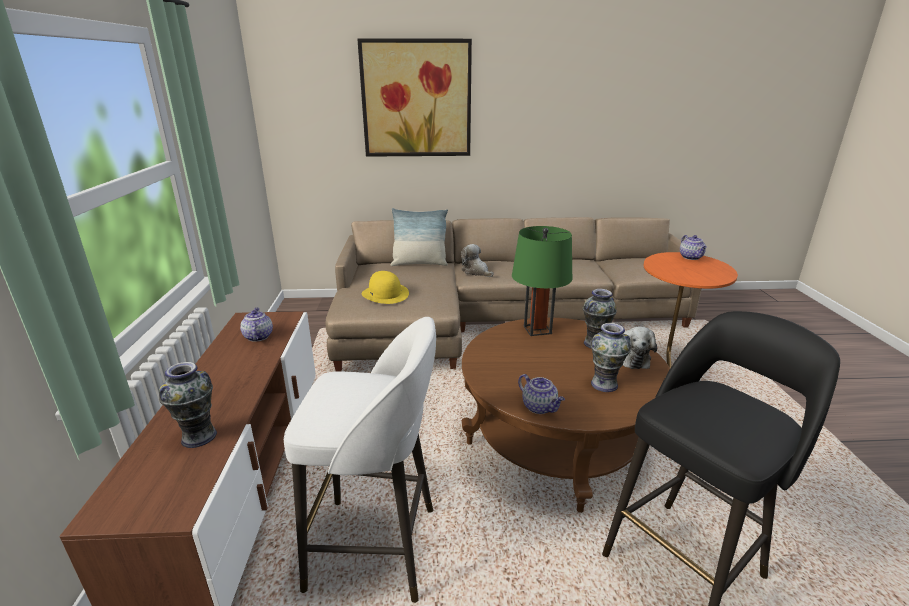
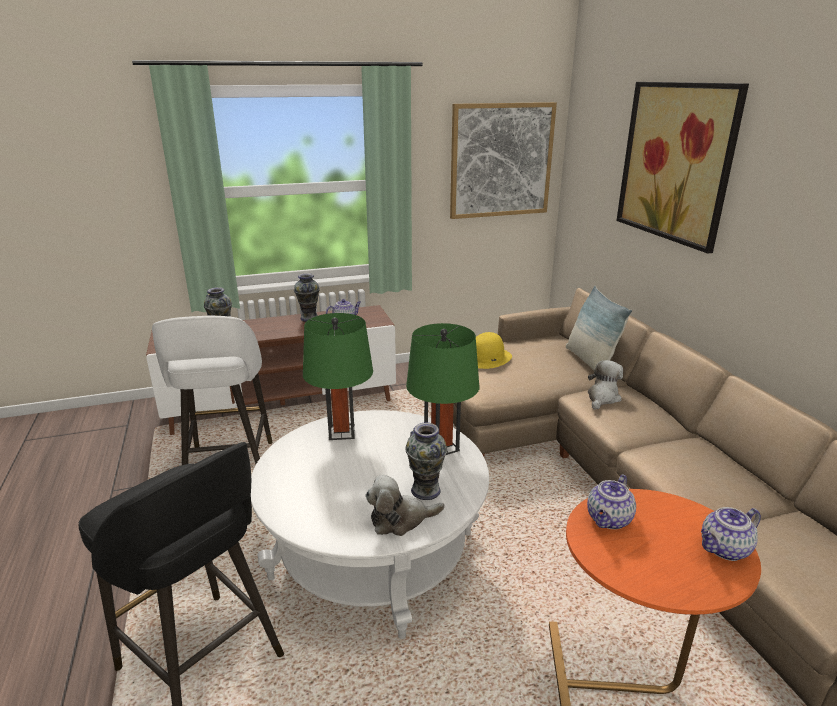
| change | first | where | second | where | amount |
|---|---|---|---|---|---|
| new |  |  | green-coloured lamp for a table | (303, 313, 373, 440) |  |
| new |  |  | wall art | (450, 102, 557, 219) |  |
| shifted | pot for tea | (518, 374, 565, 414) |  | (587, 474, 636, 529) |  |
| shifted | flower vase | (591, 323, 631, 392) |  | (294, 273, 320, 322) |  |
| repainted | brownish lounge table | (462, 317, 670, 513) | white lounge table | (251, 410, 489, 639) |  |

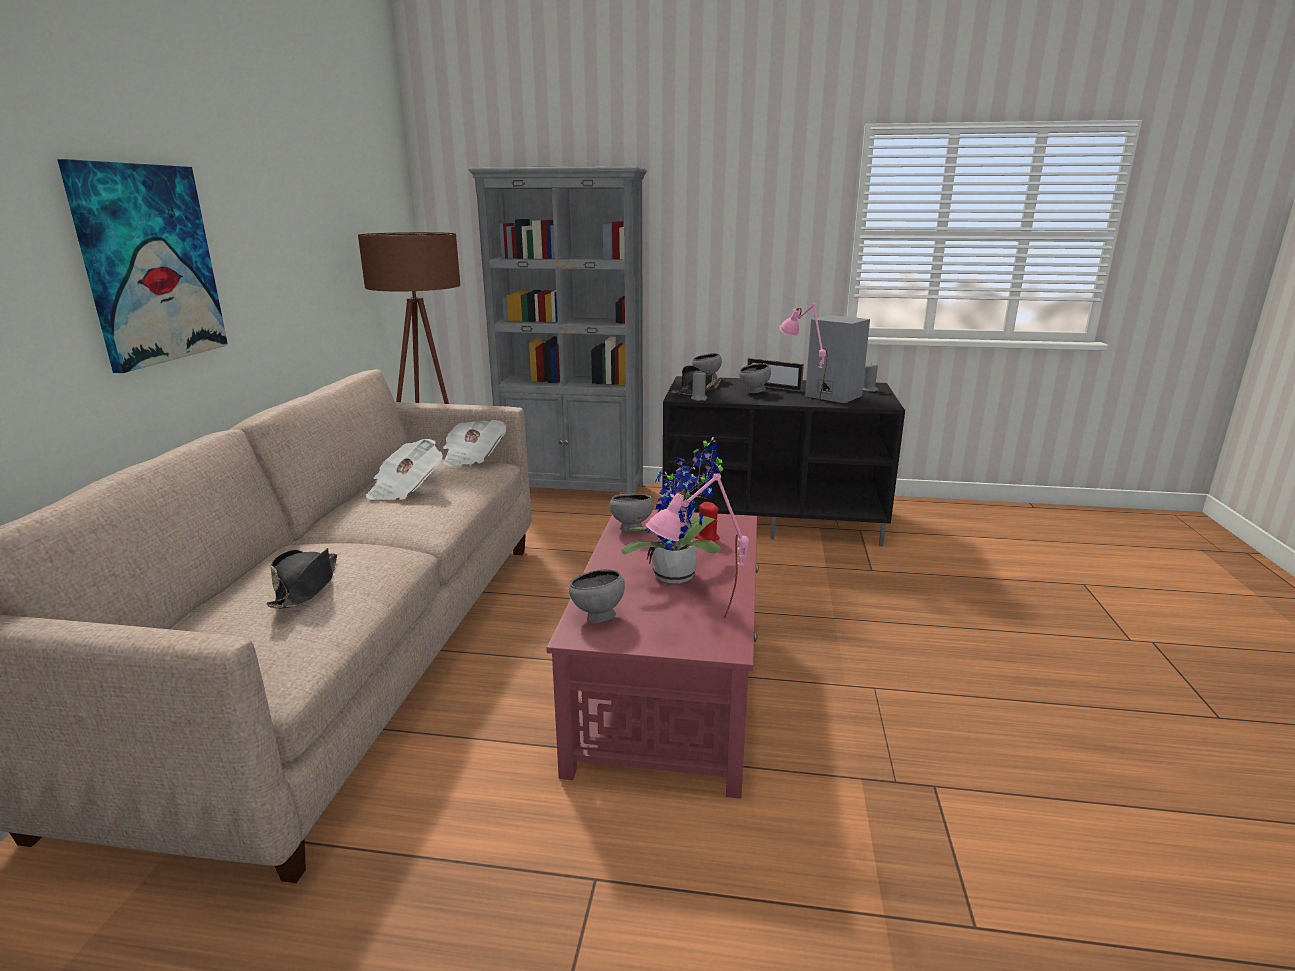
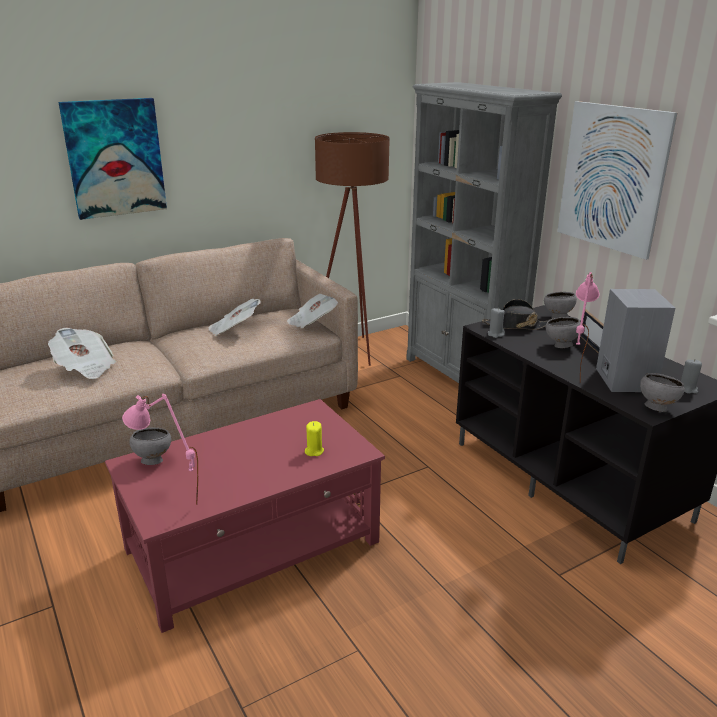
| change | first | where | second | where | amount |
|---|---|---|---|---|---|
| gone | potted plant | (621, 437, 724, 583) |  |  |  |
| new |  |  | wall art | (557, 101, 677, 260) |  |
| shifted | gray bowl | (610, 493, 654, 531) |  | (640, 373, 685, 412) |  |
| swapped | black-coloured wearable hat | (266, 548, 337, 608) | printed paper | (48, 328, 116, 379) |  |
| repainted | red wax candle | (695, 502, 720, 542) | yellow-coloured wax candle | (305, 421, 324, 456) |  |

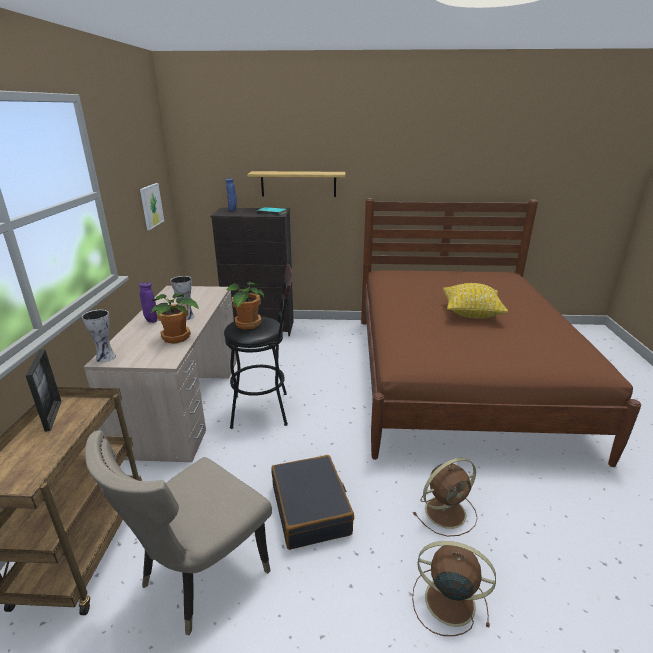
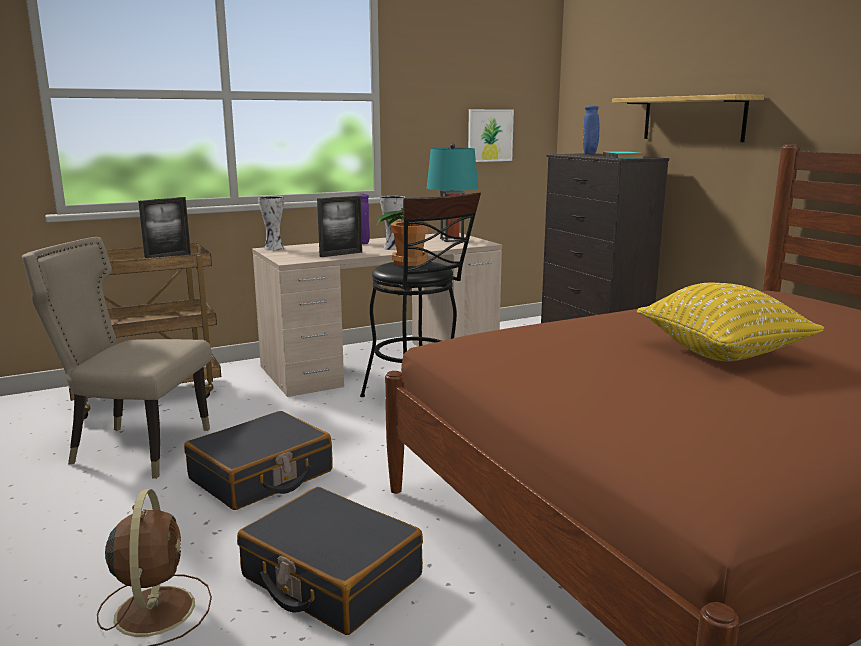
| change | first | where | second | where | amount |
|---|---|---|---|---|---|
| new |  |  | turquoise-coloured lamp for a table | (427, 143, 478, 242) |  |
| swapped | potted plant | (151, 293, 199, 344) | picture frame | (317, 196, 362, 257) |  |
| swapped | brownish electric fan | (413, 458, 477, 537) | black-coloured suitcase | (237, 487, 423, 635) |  |

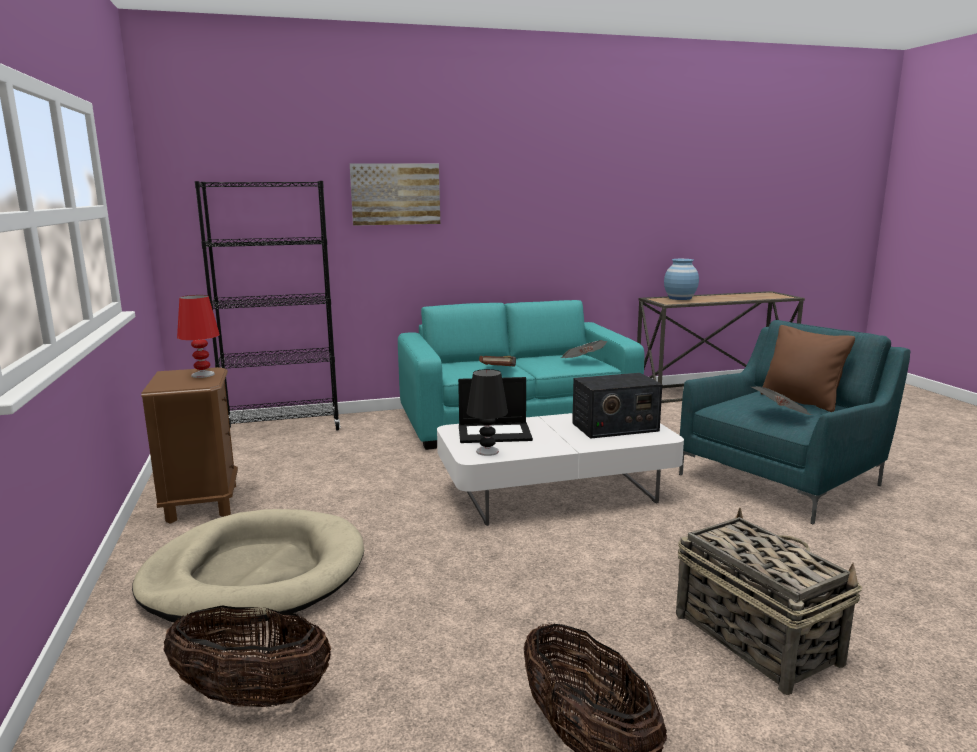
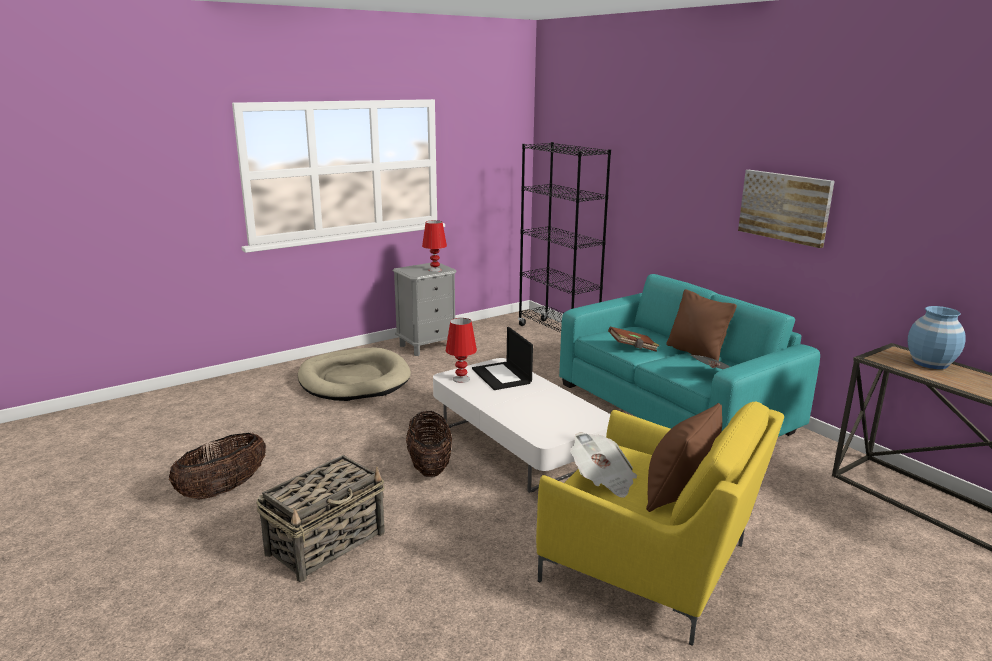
| change | first | where | second | where | amount |
|---|---|---|---|---|---|
| gone | radio set | (572, 373, 662, 439) |  |  |  |
| new |  |  | brownish pillow | (666, 289, 737, 361) |  |
| shifted | household basket | (163, 606, 331, 707) |  | (406, 411, 452, 477) |  |
| shifted | wall art | (350, 163, 440, 226) |  | (738, 170, 835, 248) |  |
| repainted | brownish nightstand | (141, 367, 238, 524) | gray nightstand | (393, 263, 457, 356) |  |
| repainted | black-coloured lamp for a table | (467, 369, 508, 456) | red lamp for a table | (446, 318, 477, 383) |  |
| repainted | turquoise-coloured easy chair | (679, 320, 910, 524) | yellow-coloured easy chair | (536, 401, 784, 646) |  |

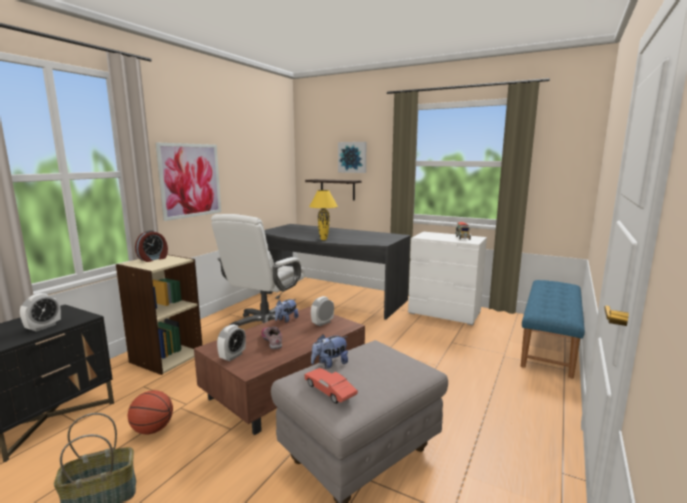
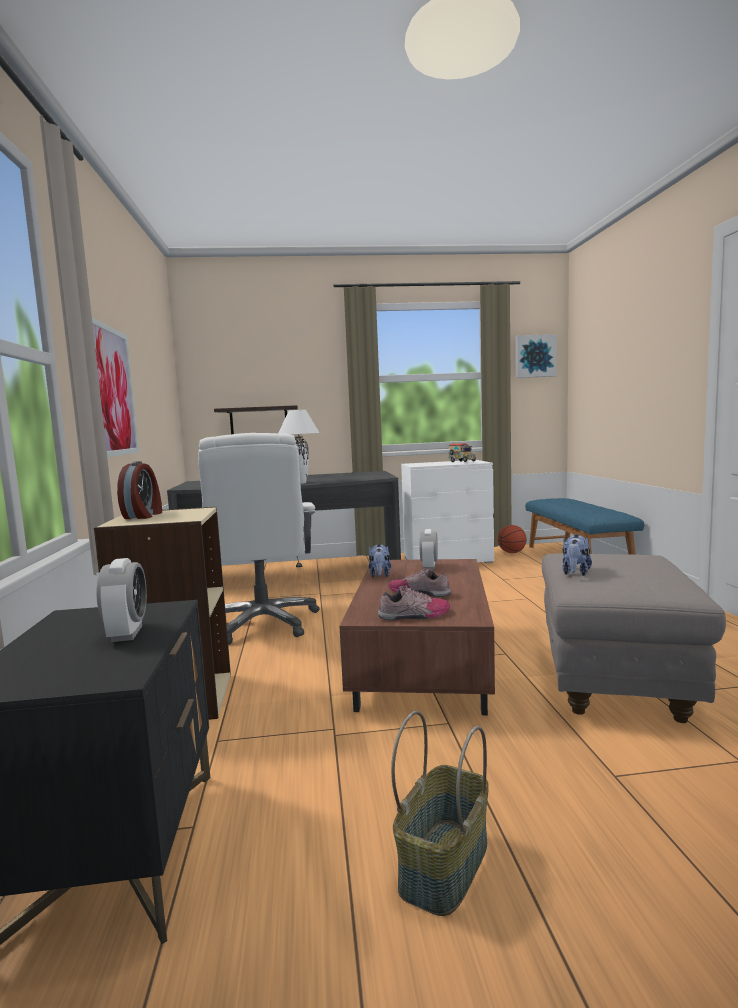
| change | first | where | second | where | amount |
|---|---|---|---|---|---|
| gone | red miniature car | (304, 368, 358, 404) |  |  |  |
| shifted | basketball ball | (128, 390, 173, 434) |  | (498, 525, 527, 553) |  |
| shifted | wall art | (338, 142, 366, 173) |  | (515, 334, 557, 378) |  |
| swapped | table clock | (217, 324, 246, 361) | item of footwear | (378, 586, 450, 621) |  |
| repainted | yellow-coloured lamp for a table | (309, 190, 338, 240) | white lamp for a table | (278, 410, 320, 484) |  |

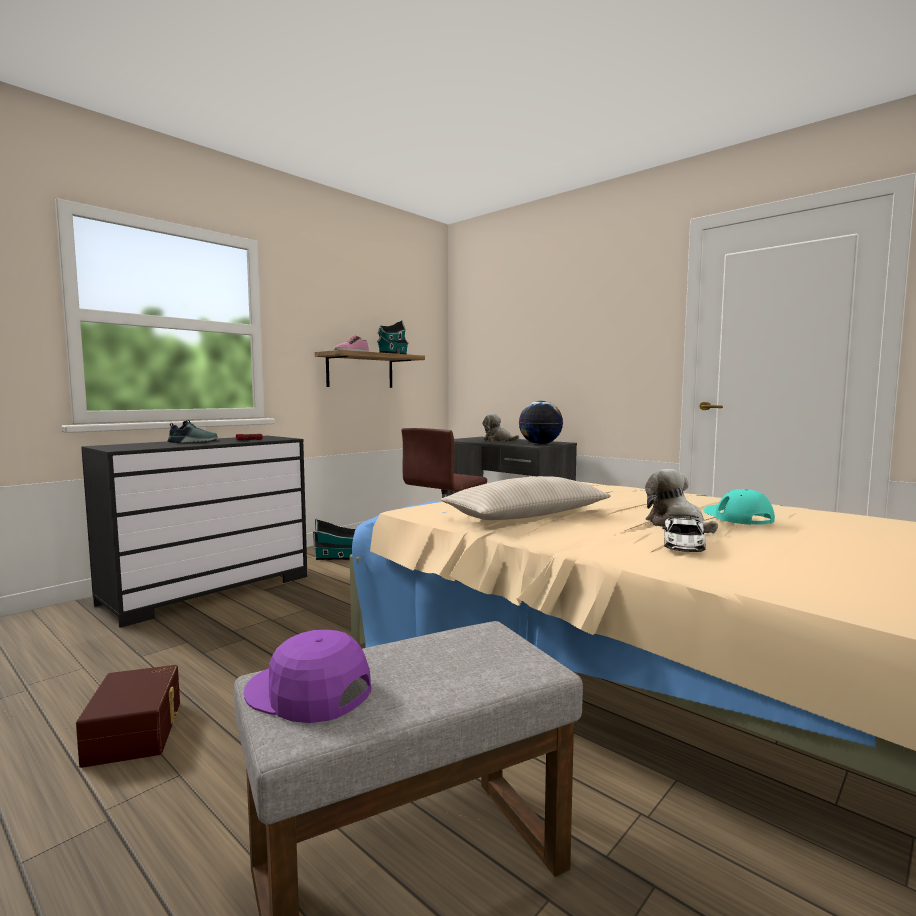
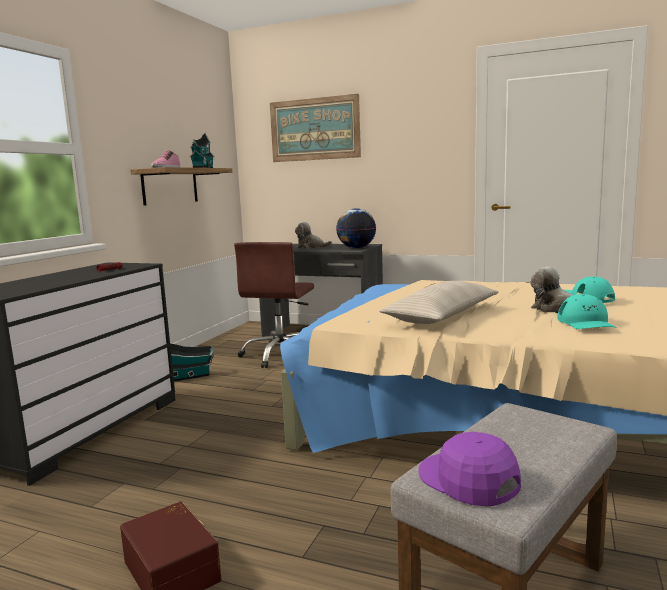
| change | first | where | second | where | amount |
|---|---|---|---|---|---|
| gone | item of footwear | (168, 420, 217, 443) |  |  |  |
| new |  |  | wall art | (270, 94, 361, 162) |  |
| swapped | miniature car | (662, 514, 708, 552) | turquoise-coloured baseball cap | (557, 294, 617, 329) |  |
| rotated | purple baseball cap | (244, 630, 371, 723) |  | (418, 432, 521, 507) | 45 degrees clockwise |

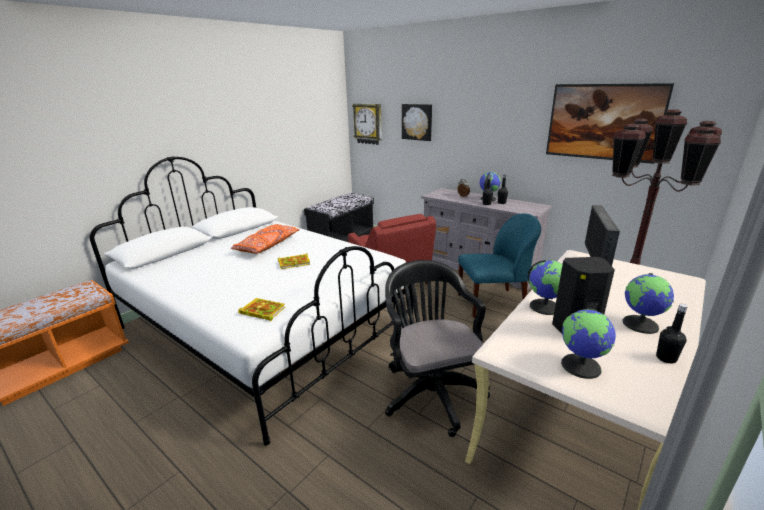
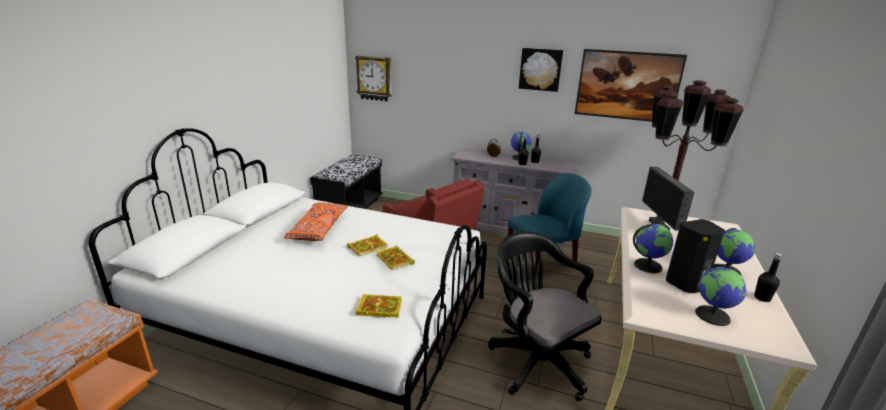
| change | first | where | second | where | amount |
|---|---|---|---|---|---|
| new |  |  | volume | (376, 245, 415, 270) |  |
| shifted | wall art | (402, 104, 432, 141) |  | (519, 48, 563, 92) |  |

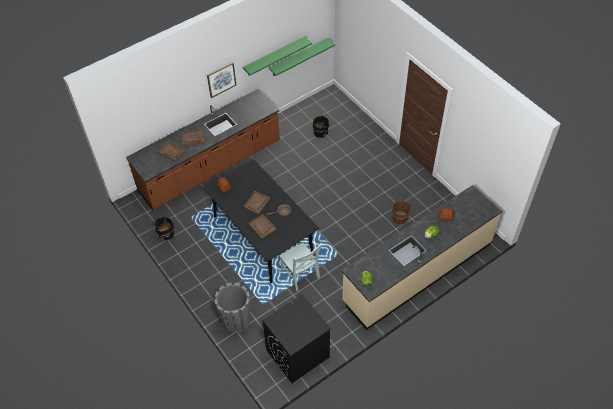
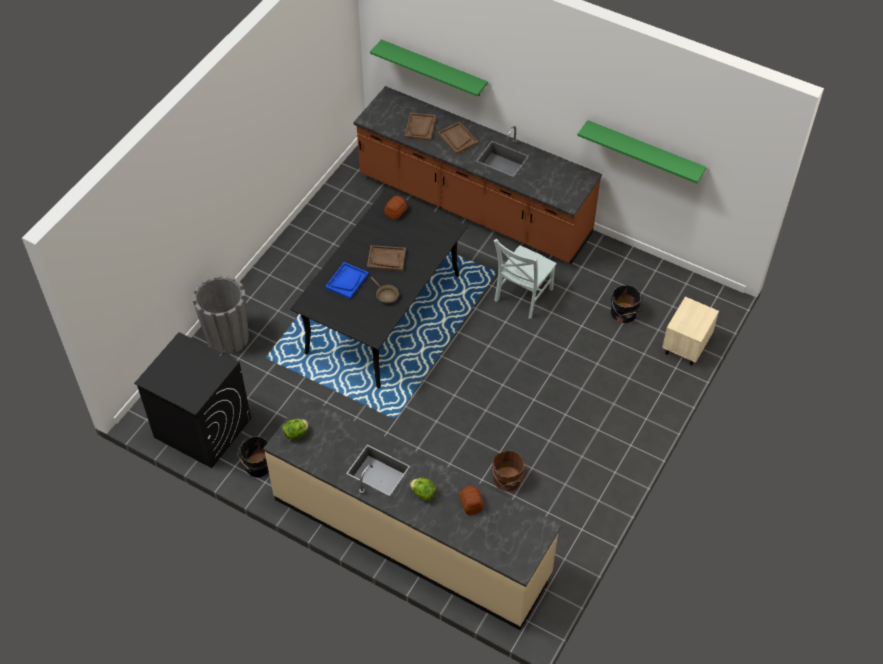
| change | first | where | second | where | amount |
|---|---|---|---|---|---|
| gone | wall art | (207, 62, 236, 98) |  |  |  |
| new |  |  | beige-coloured nightstand | (662, 297, 719, 366) |  |
| shifted | black-coloured pail | (154, 217, 174, 240) |  | (238, 436, 269, 478) |  |
| shifted | green-coloured bracket shelf | (269, 38, 335, 76) |  | (370, 39, 488, 96) |  |
| shifted | gray upright chair | (280, 243, 322, 291) |  | (494, 239, 557, 319) |  |
| repainted | brownish carrying tray | (248, 214, 277, 239) | blue carrying tray | (325, 262, 369, 299) |  |

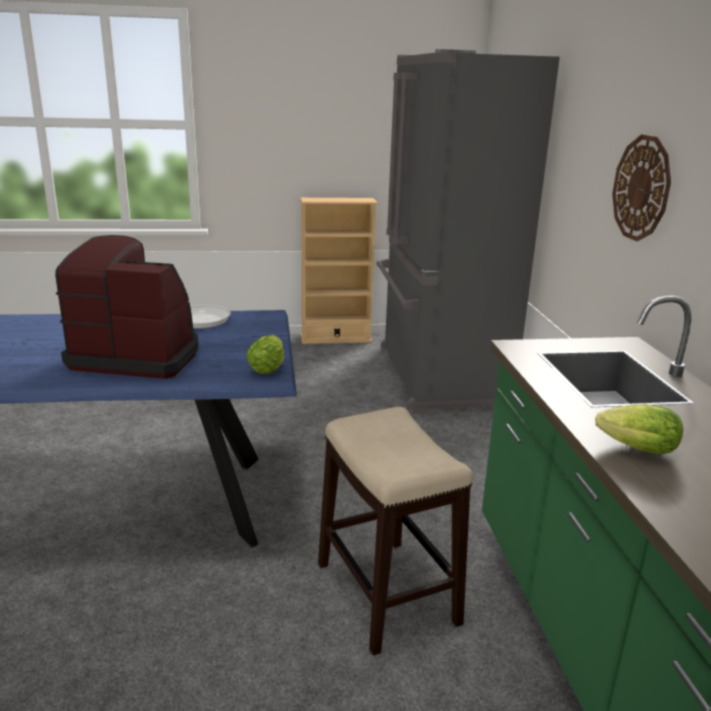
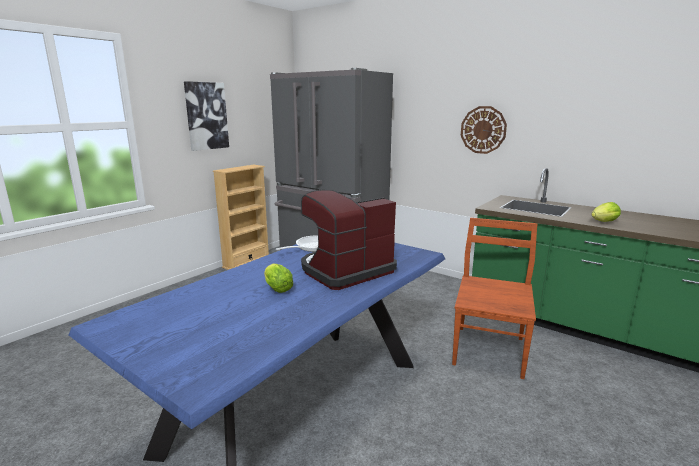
| change | first | where | second | where | amount |
|---|---|---|---|---|---|
| new |  |  | wall art | (184, 81, 229, 151) |  |
| shifted | lettuce head | (246, 335, 284, 374) |  | (264, 264, 293, 293) |  |
| swapped | sitting stool | (318, 407, 473, 656) | brownish upright chair | (452, 218, 537, 379) |  |

